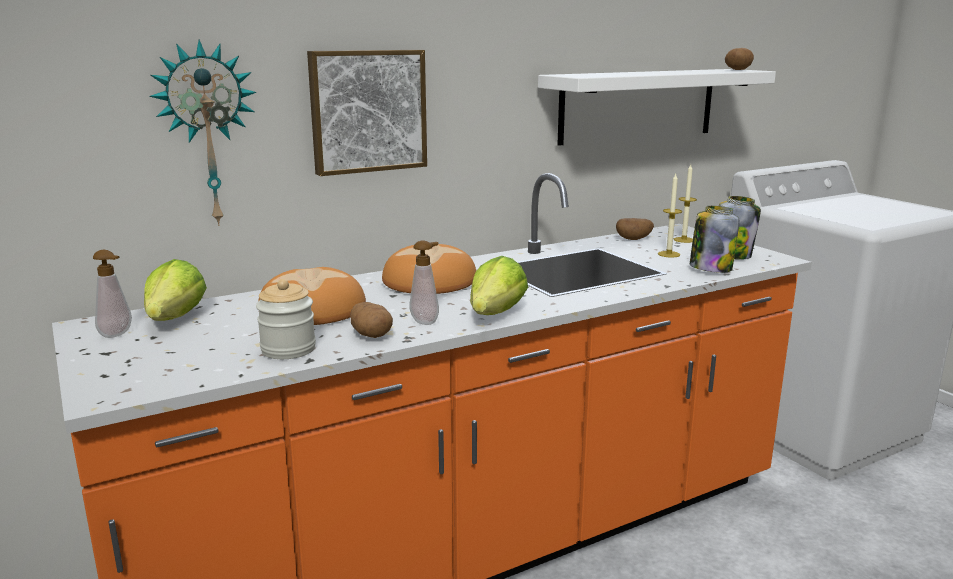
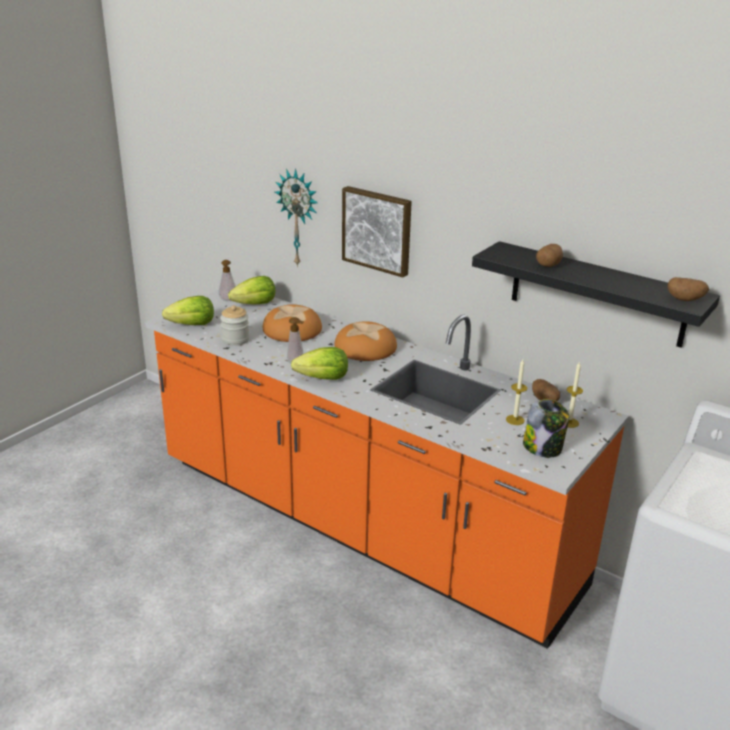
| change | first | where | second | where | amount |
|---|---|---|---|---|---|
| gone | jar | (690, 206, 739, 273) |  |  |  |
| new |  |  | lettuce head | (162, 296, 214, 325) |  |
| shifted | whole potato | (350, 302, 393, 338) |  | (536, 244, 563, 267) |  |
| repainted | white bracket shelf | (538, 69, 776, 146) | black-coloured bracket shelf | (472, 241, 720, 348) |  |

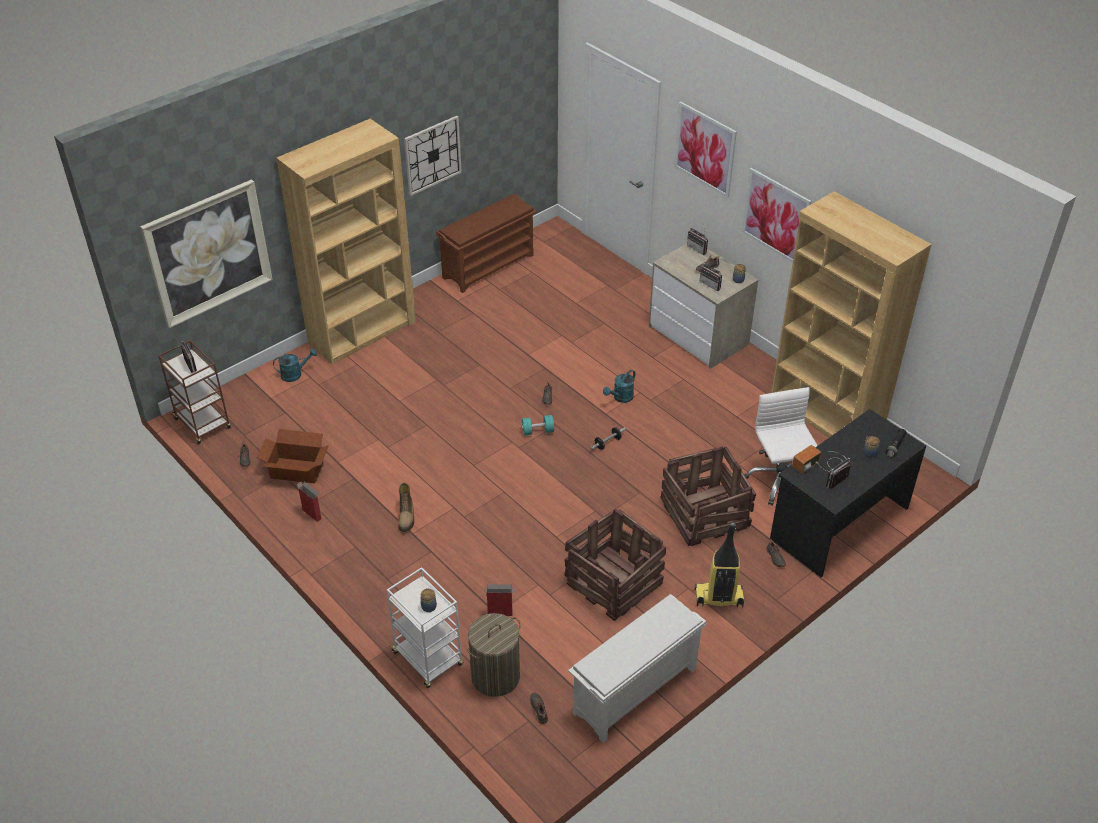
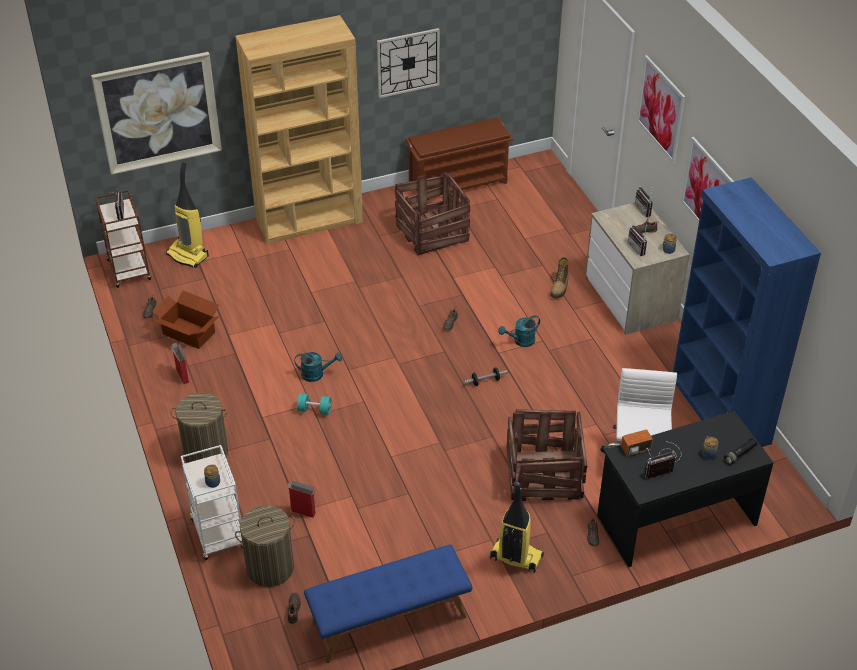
| change | first | where | second | where | amount |
|---|---|---|---|---|---|
| new |  |  | hoover | (166, 162, 209, 268) |  |
| new |  |  | hamper | (171, 393, 228, 463) |  |
| shifted | turquoise-coloured sprinkling can | (273, 348, 317, 382) |  | (294, 352, 342, 382) |  |
| shifted | tall boot | (398, 483, 414, 532) |  | (550, 257, 569, 298) |  |
| shifted | turquoise-coloured free weight | (522, 415, 554, 436) |  | (297, 393, 332, 415) |  |
| shifted | shipping crate | (564, 508, 666, 621) |  | (395, 172, 470, 255) |  |
| swapped | white shoe stand | (568, 594, 706, 742) | blue bench | (304, 545, 472, 663) |  |
| repainted | brownish bookshelf | (771, 191, 932, 438) | blue bookshelf | (673, 177, 821, 447) |  |

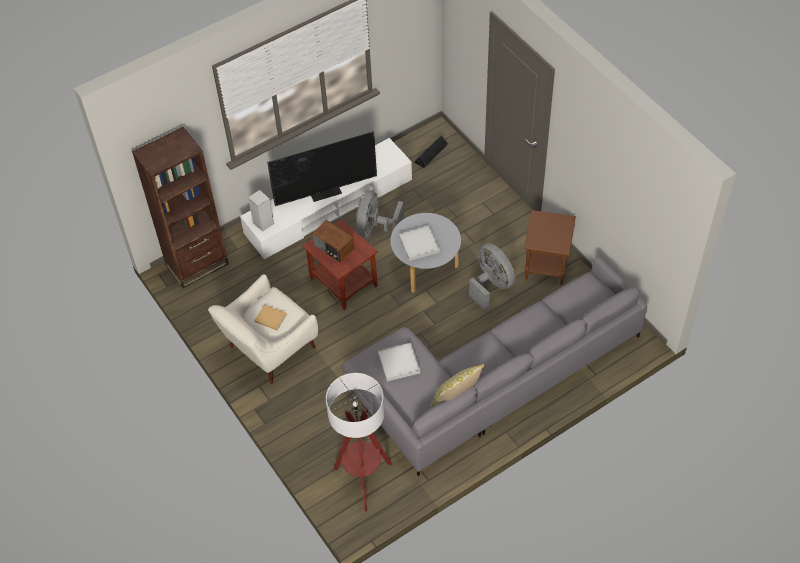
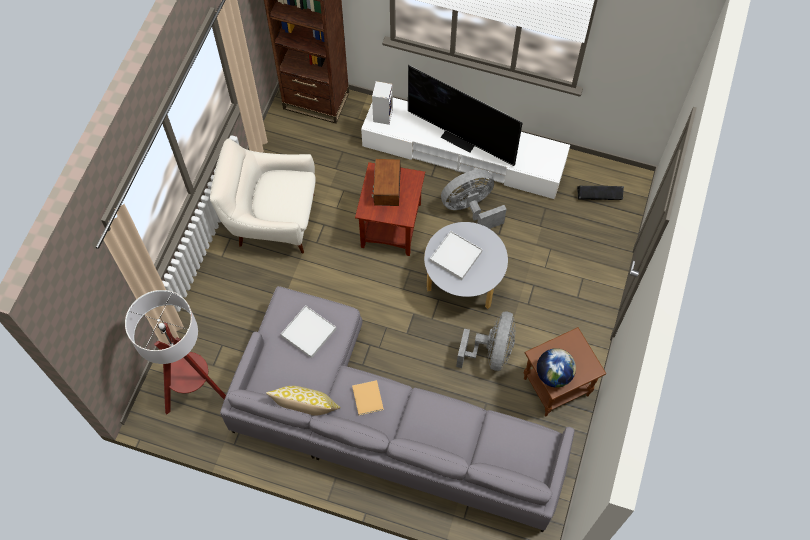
| change | first | where | second | where | amount |
|---|---|---|---|---|---|
| new |  |  | world globe | (537, 348, 576, 388) |  |
| shifted | beige-coloured volume | (254, 305, 287, 330) |  | (352, 380, 384, 415) |  |

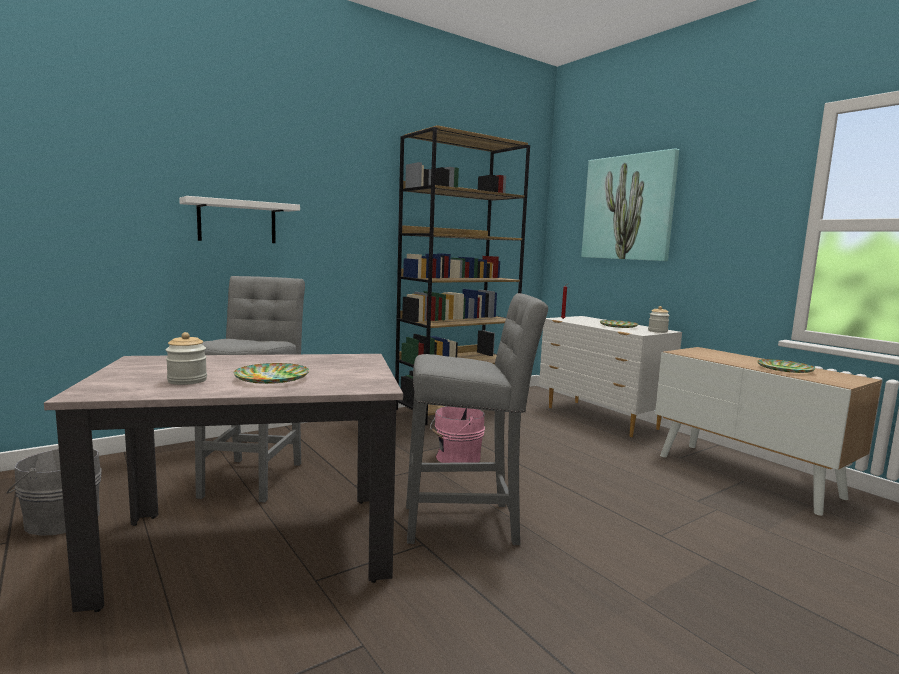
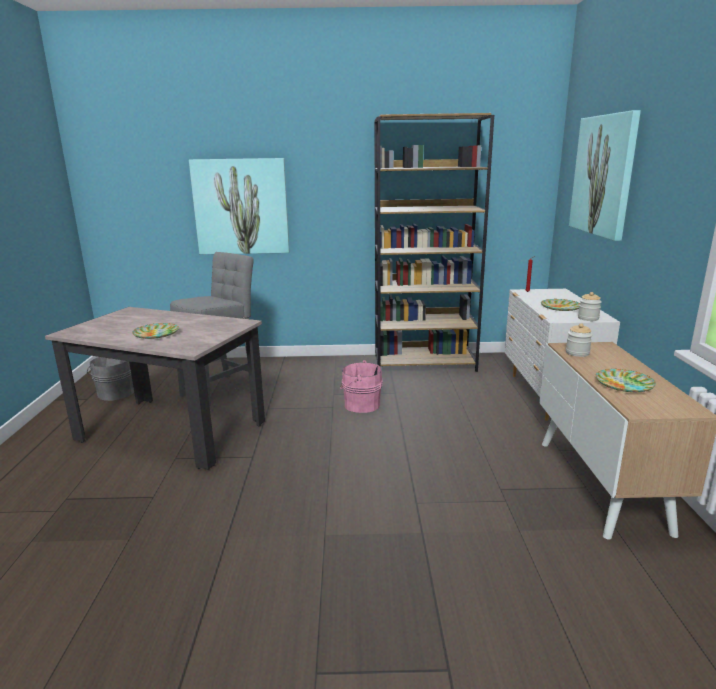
| change | first | where | second | where | amount |
|---|---|---|---|---|---|
| gone | gray sitting stool | (406, 293, 548, 545) |  |  |  |
| shifted | jar | (166, 332, 207, 385) |  | (566, 323, 593, 357) |  |
| swapped | white bracket shelf | (179, 196, 300, 243) | wall art | (189, 158, 290, 254) |  |

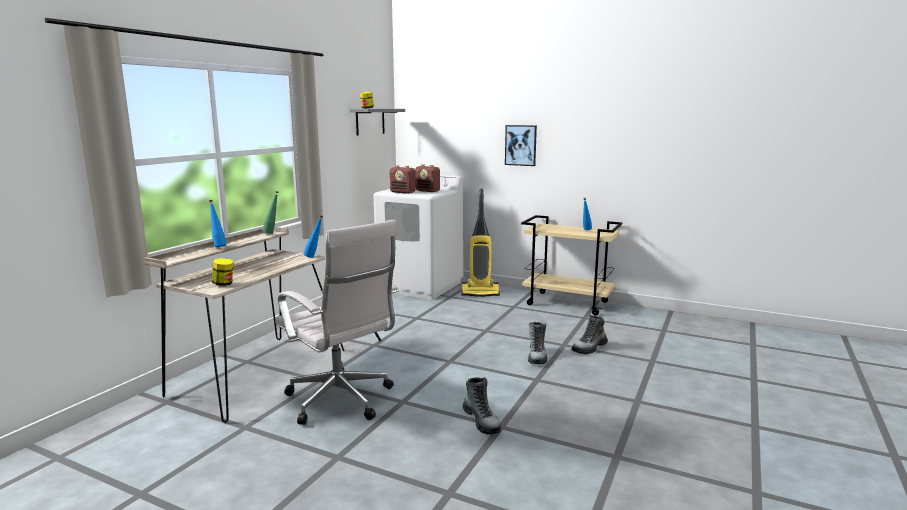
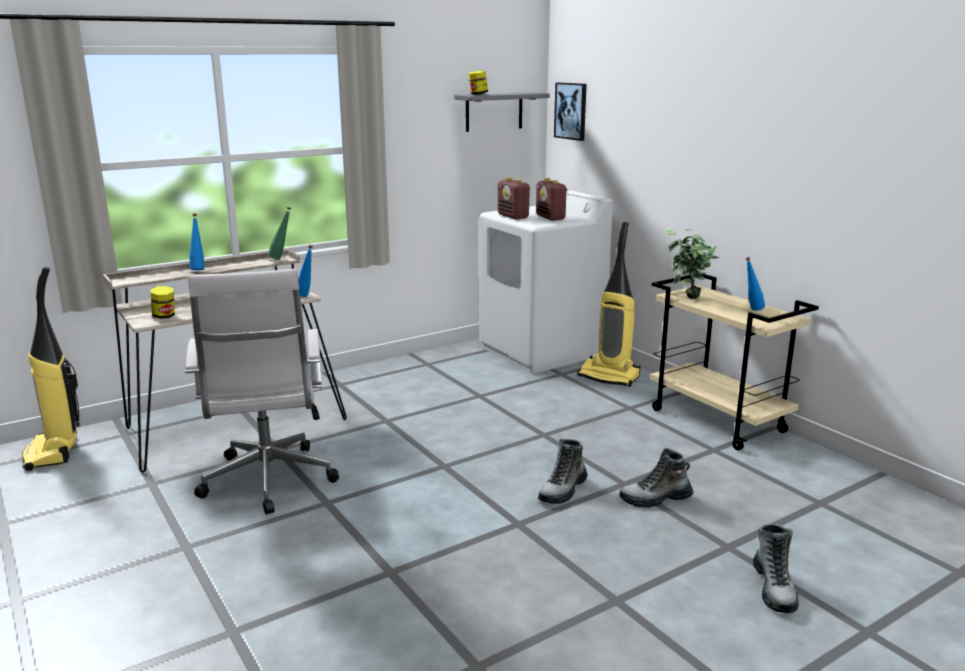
| change | first | where | second | where | amount |
|---|---|---|---|---|---|
| new |  |  | hoover | (22, 267, 80, 471) |  |
| new |  |  | potted plant | (667, 228, 720, 299) |  |
| shifted | tall boot | (463, 377, 501, 434) |  | (753, 524, 799, 613) |  |
| shifted | wall art | (505, 125, 537, 166) |  | (554, 82, 587, 141) |  |

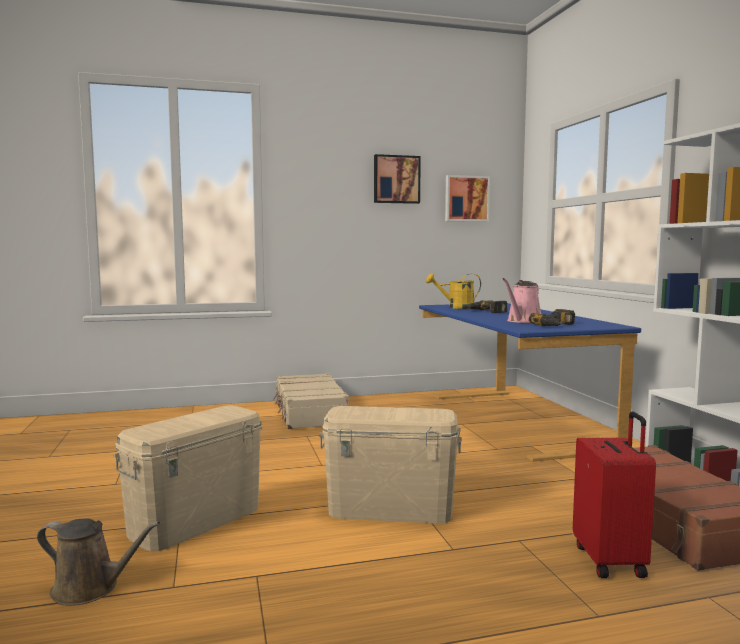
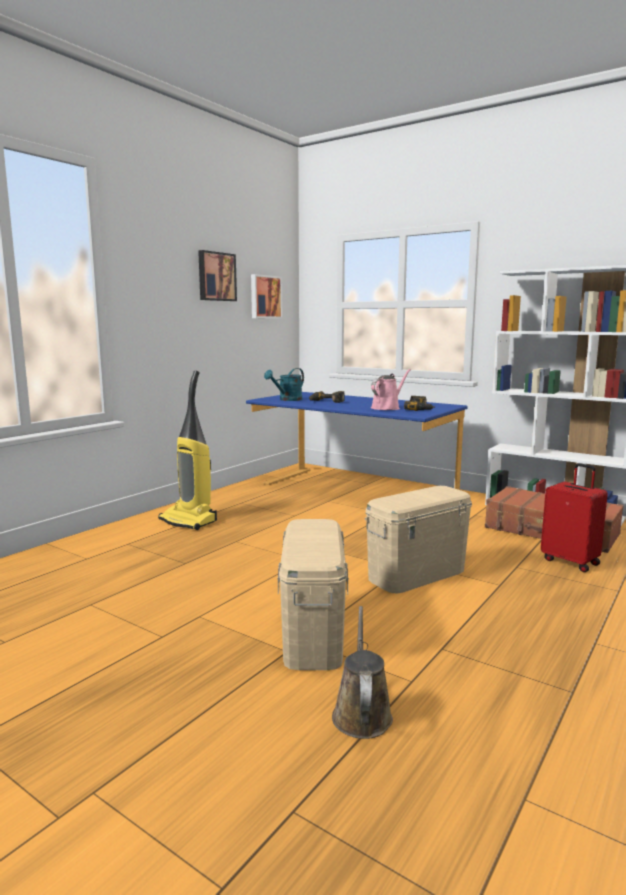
| change | first | where | second | where | amount |
|---|---|---|---|---|---|
| swapped | beige-coloured suitcase | (273, 373, 349, 429) | hoover | (158, 371, 217, 530) |  |
| repainted | yellow-coloured sprinkling can | (426, 273, 481, 309) | turquoise-coloured sprinkling can | (264, 368, 304, 401) |  |
| rotated | brownish sprinkling can | (37, 519, 160, 606) |  | (332, 606, 393, 739) | 60 degrees counterclockwise |
| rotated | pinkish sprinkling can | (502, 278, 541, 323) |  | (371, 369, 411, 410) | 135 degrees counterclockwise |

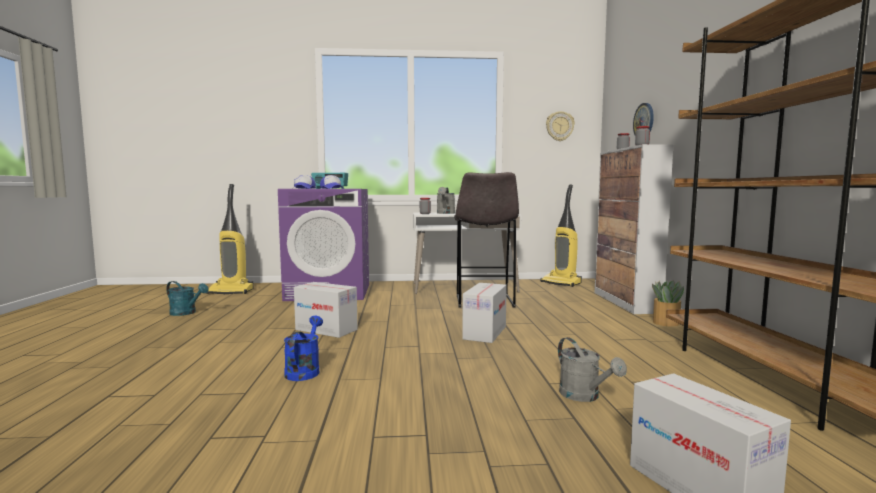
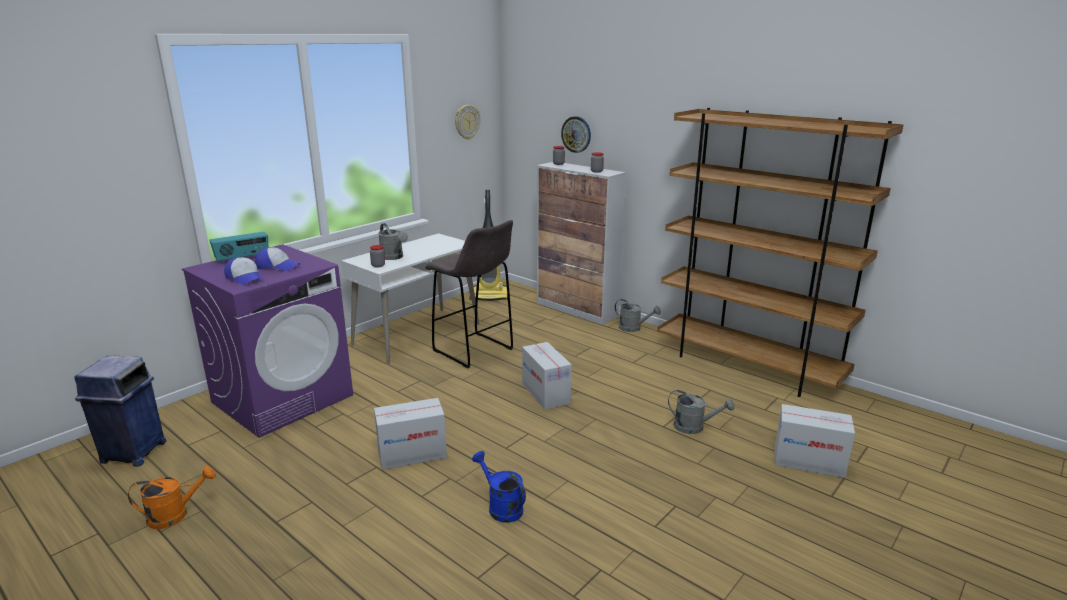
| change | first | where | second | where | amount |
|---|---|---|---|---|---|
| swapped | hoover | (207, 184, 254, 294) | blue rubbish bin | (74, 355, 166, 467) |  |
| swapped | potted plant | (652, 280, 684, 326) | gray sprinkling can | (615, 299, 661, 332) |  |
| repainted | turquoise-coloured sprinkling can | (166, 281, 208, 316) | orange sprinkling can | (128, 466, 216, 529) |  |

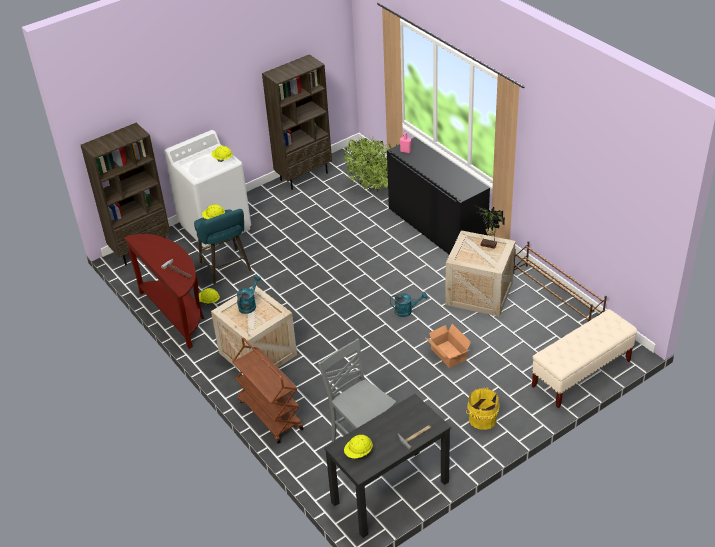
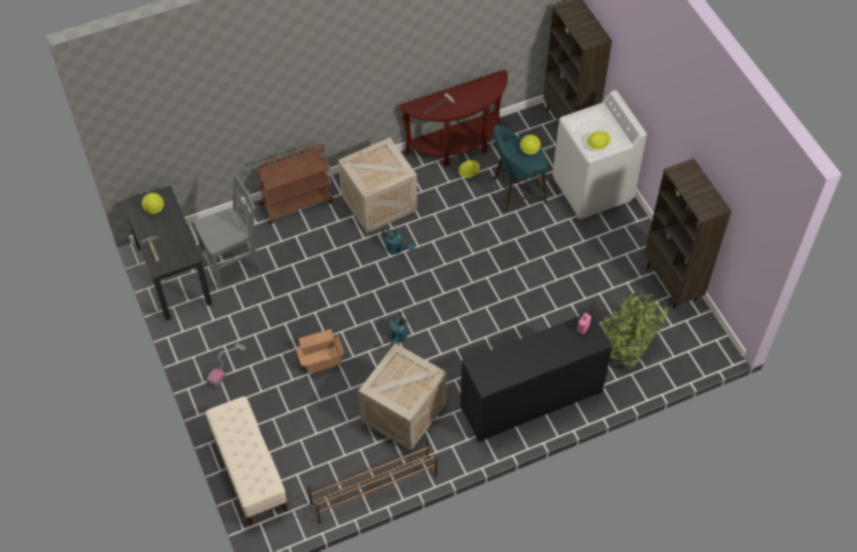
| change | first | where | second | where | amount |
|---|---|---|---|---|---|
| gone | potted plant | (475, 205, 505, 249) |  |  |  |
| shifted | turquoise-coloured sprinkling can | (237, 275, 261, 314) |  | (382, 228, 415, 254) |  |
| swapped | yellow-coloured pail | (466, 387, 499, 430) | hoover | (206, 343, 246, 387) |  |

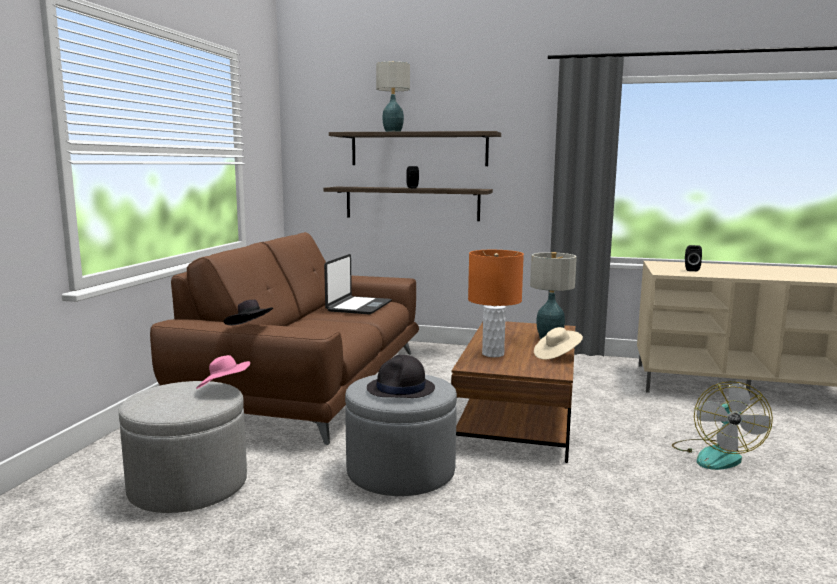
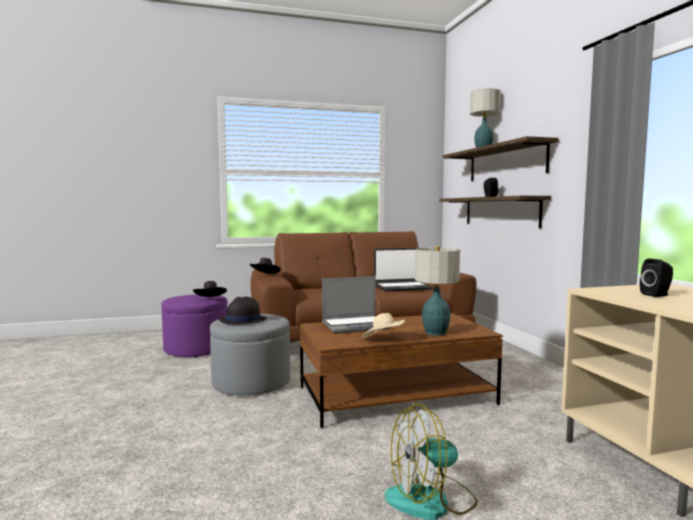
| change | first | where | second | where | amount |
|---|---|---|---|---|---|
| swapped | orange lamp for a table | (468, 250, 524, 357) | portable computer | (322, 276, 390, 334) |  |
| repainted | gray pouffe | (119, 381, 247, 513) | purple pouffe | (161, 294, 228, 357) |  |
| repainted | pinkish wearable hat | (196, 355, 250, 389) | black-coloured wearable hat | (193, 281, 227, 297) |  |

